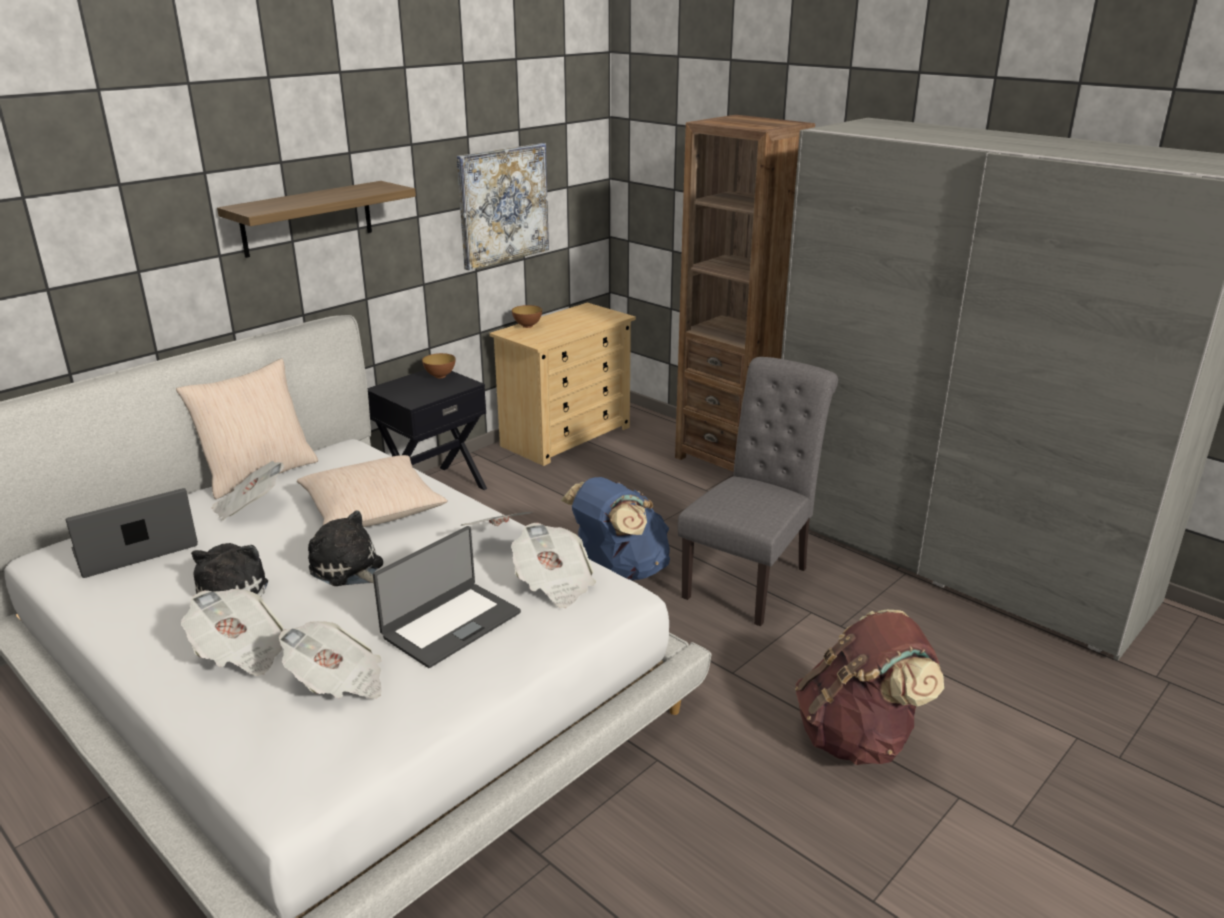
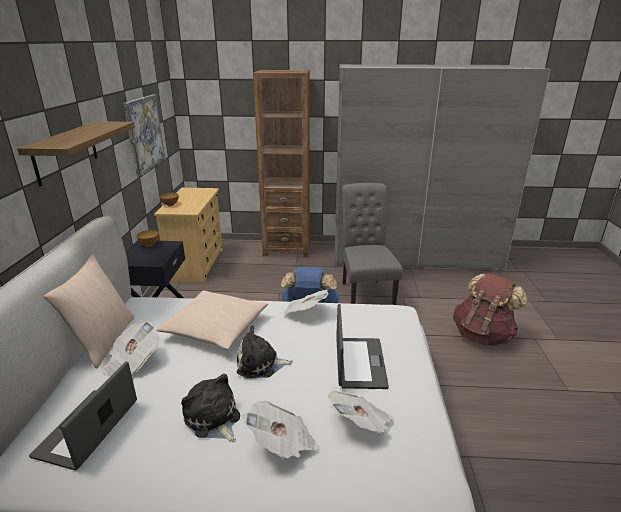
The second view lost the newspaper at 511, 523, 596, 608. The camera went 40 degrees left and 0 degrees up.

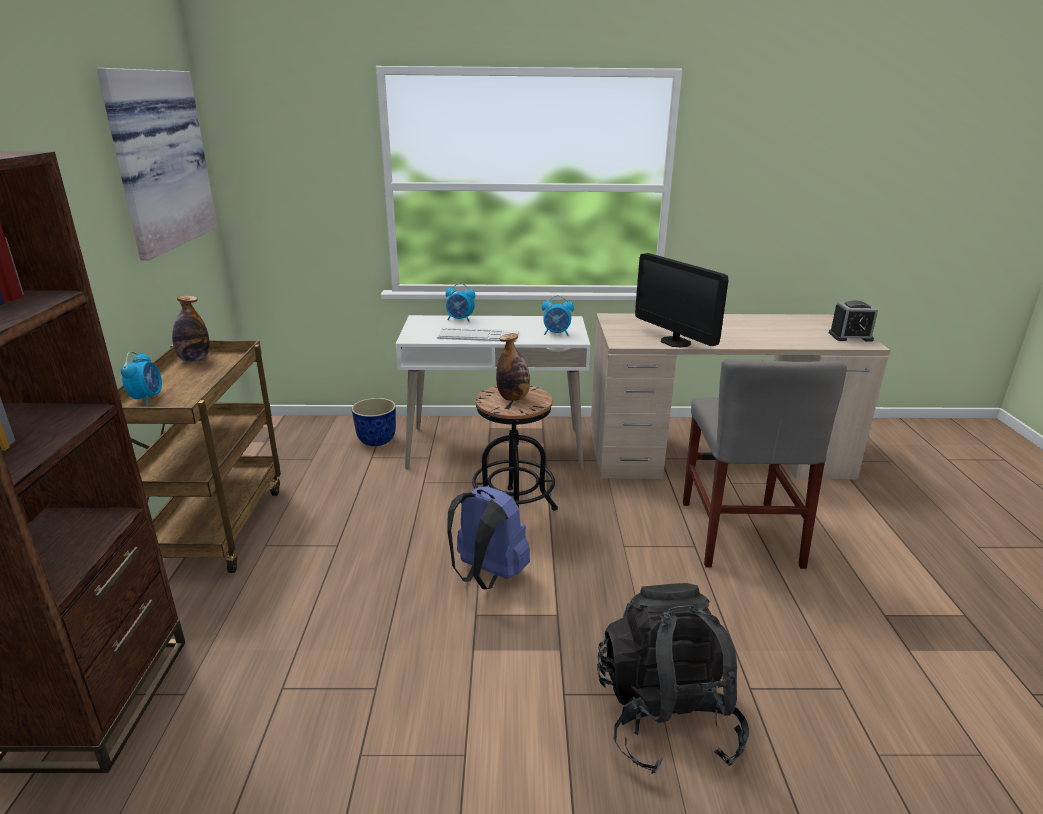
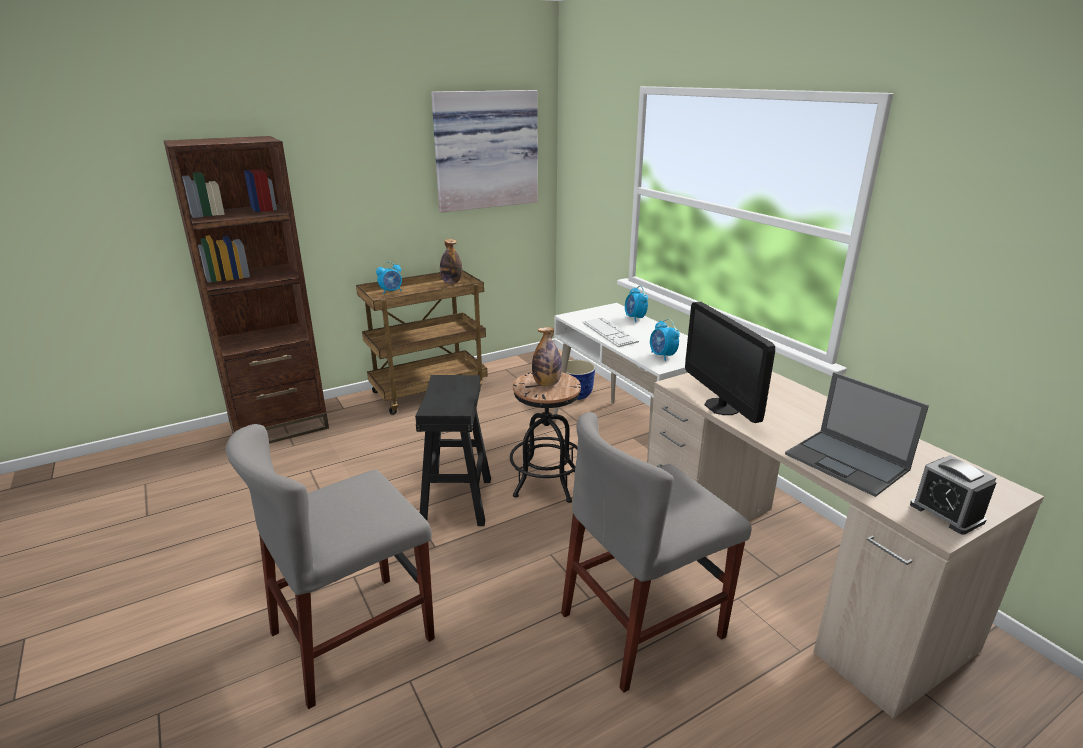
The computer screen at 635, 253, 729, 347 ended up facing another way, 45 degrees counterclockwise from before. Where the blue-coloured backpack stood at 447, 486, 530, 589, the black-coloured stool came to stand at 415, 375, 491, 526. Where the black-coloured backpack stood at 597, 583, 749, 774, the grey chair came to stand at 226, 424, 435, 709. The second view gained the portable computer at 785, 372, 929, 497. The camera went 60 degrees right and 0 degrees up.

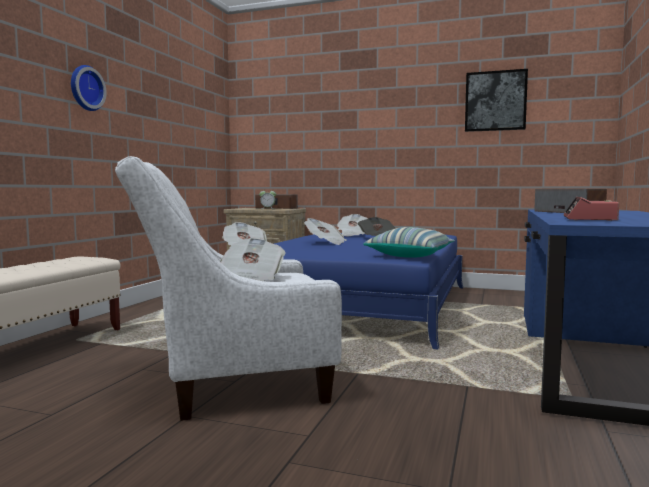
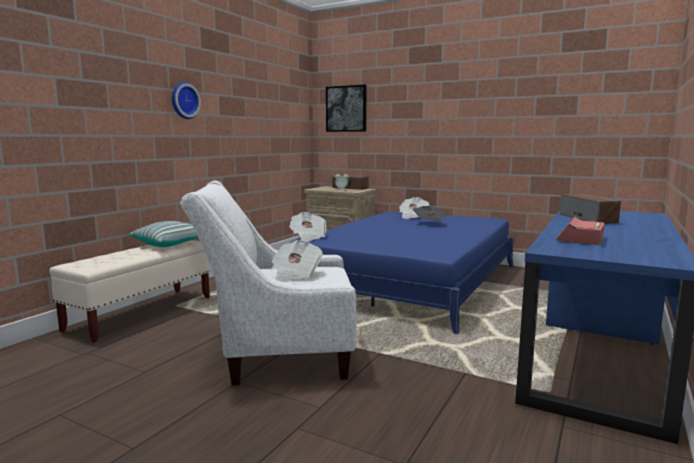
The picture ended up elsewhere, having gone from 465, 69, 528, 132 to 326, 85, 367, 132. The second view lost the newspaper at 304, 218, 347, 245. The throw pillow ended up elsewhere, having gone from 363, 227, 455, 258 to 129, 221, 198, 247. The camera went 10 degrees right and 5 degrees up.

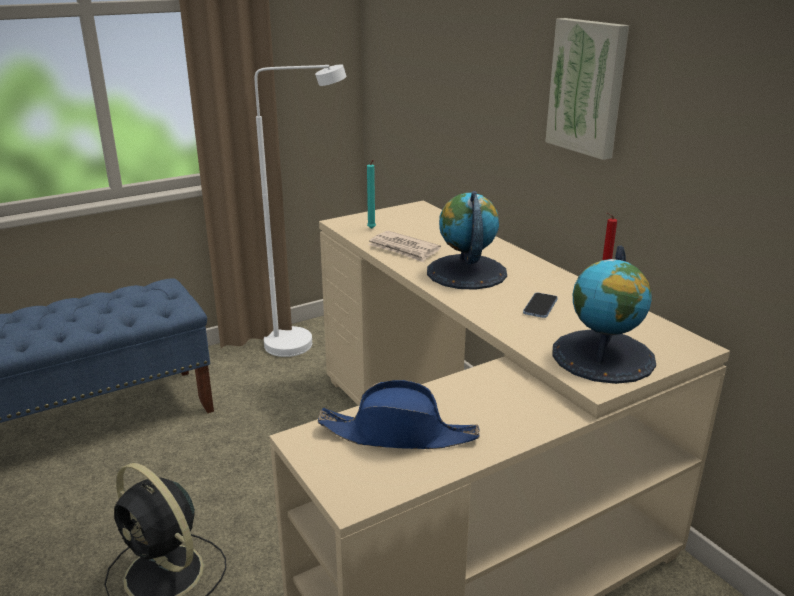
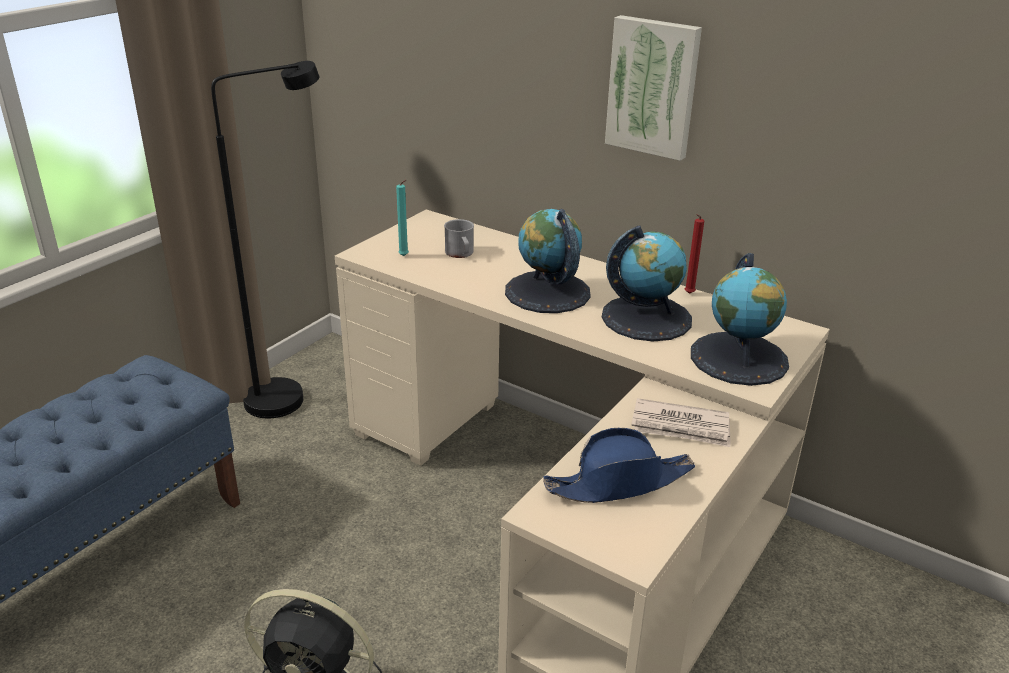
What was the white standing lamp at 255, 64, 346, 357 turned into the black-coloured standing lamp at 211, 61, 319, 418. The newspaper ended up elsewhere, having gone from 368, 231, 441, 262 to 631, 398, 730, 447. Where the handset stood at 523, 293, 558, 318, the globe came to stand at 602, 226, 692, 341. The second view gained the grey coffee mug at 444, 219, 474, 258. The camera went 25 degrees left and 5 degrees up.

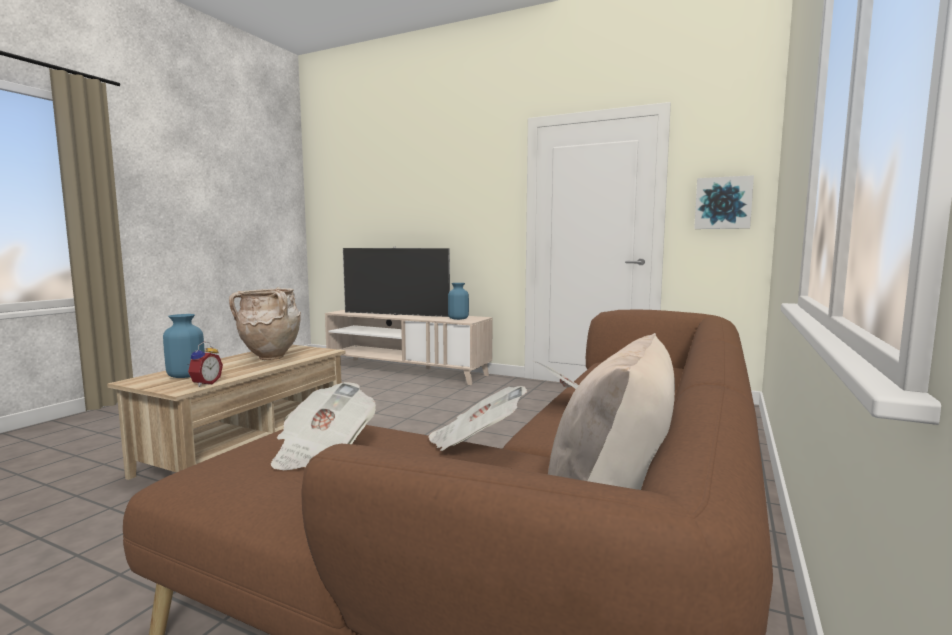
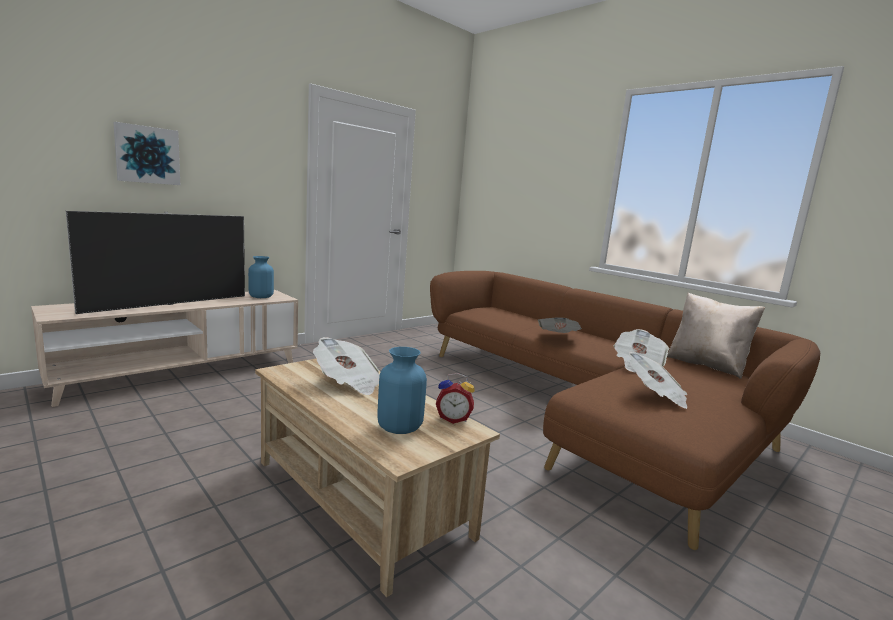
The picture ended up elsewhere, having gone from 694, 175, 754, 229 to 114, 122, 180, 185. Where the beige-coloured decorative vase stood at 229, 287, 301, 360, the newspaper came to stand at 313, 337, 380, 395. The alarm clock at 188, 342, 223, 387 ended up facing another way, 150 degrees clockwise from before. The camera went 70 degrees left and 5 degrees up.

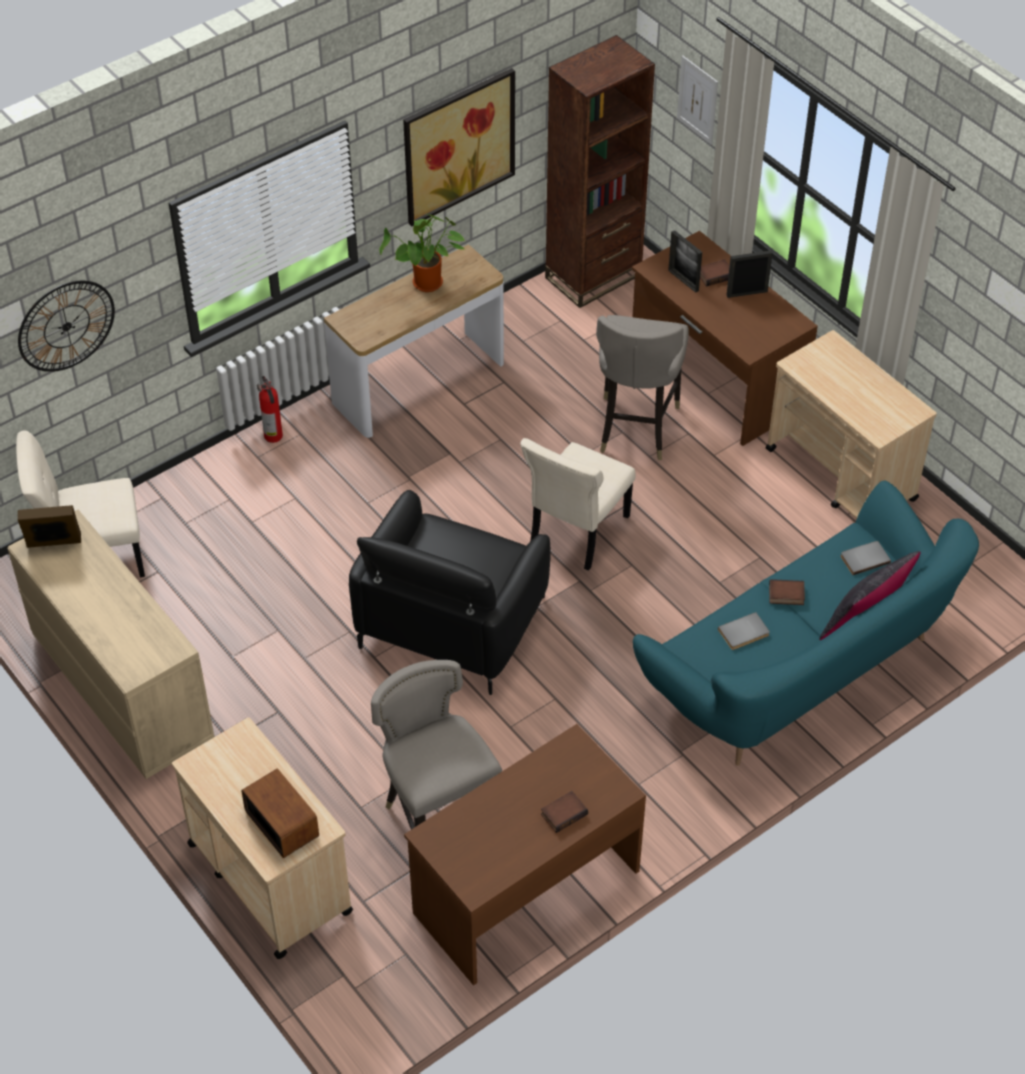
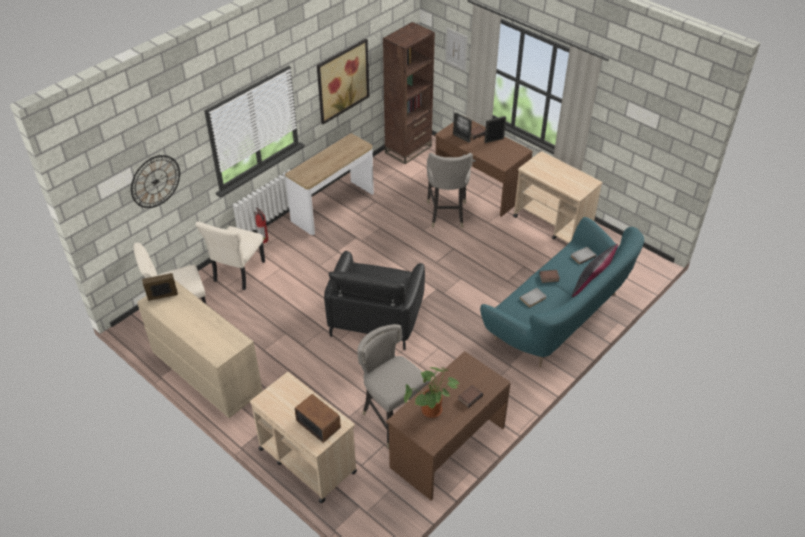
The potted plant ended up elsewhere, having gone from 379, 214, 465, 292 to 404, 367, 460, 418. The beige-coloured chair ended up elsewhere, having gone from 520, 438, 636, 571 to 195, 222, 265, 290. The camera went 10 degrees left and 5 degrees down.

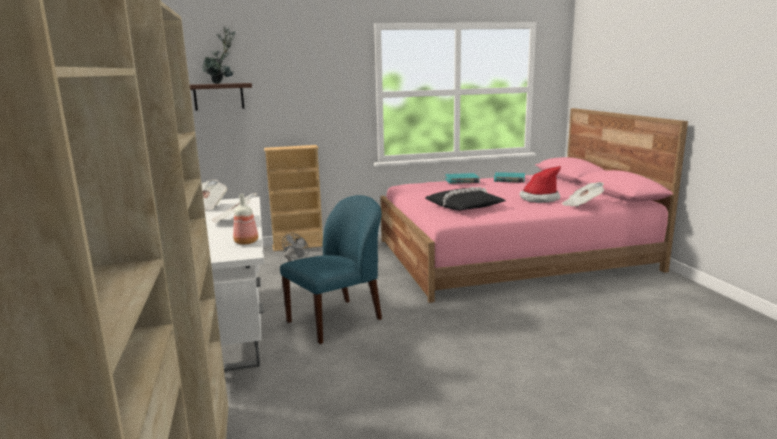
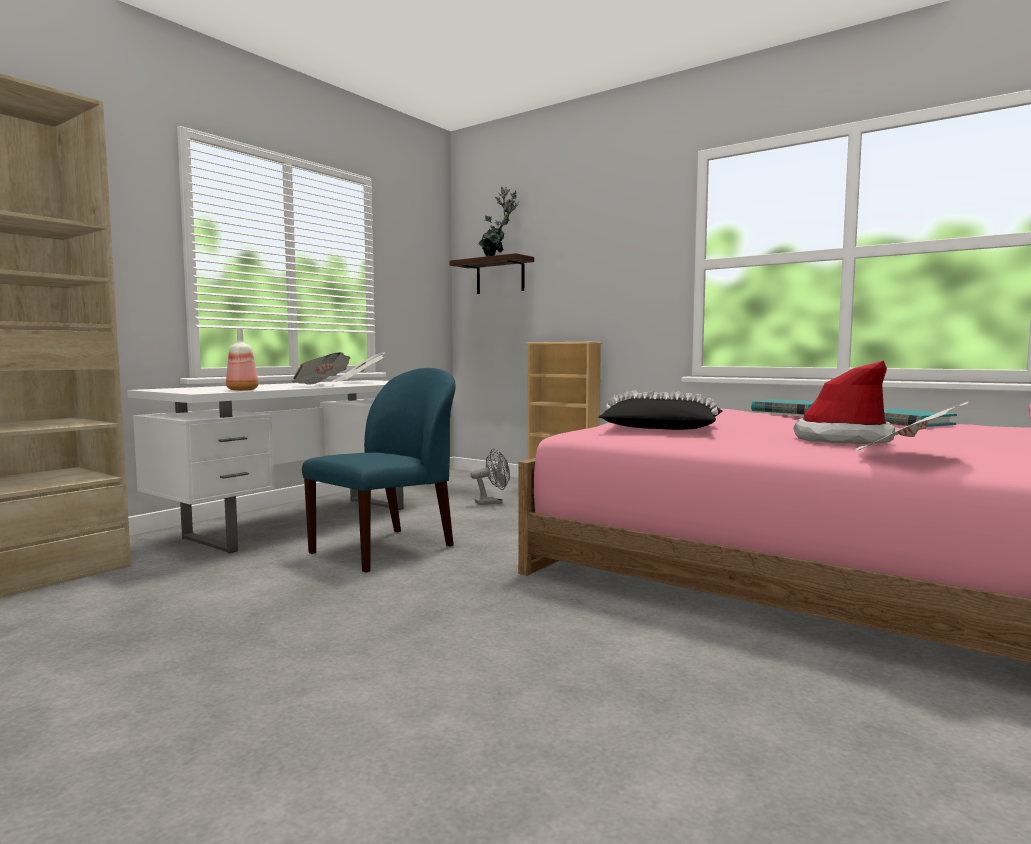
The blue-coloured chair at 280, 195, 382, 344 ended up facing another way, 60 degrees counterclockwise from before. The camera went 50 degrees right and 10 degrees down.

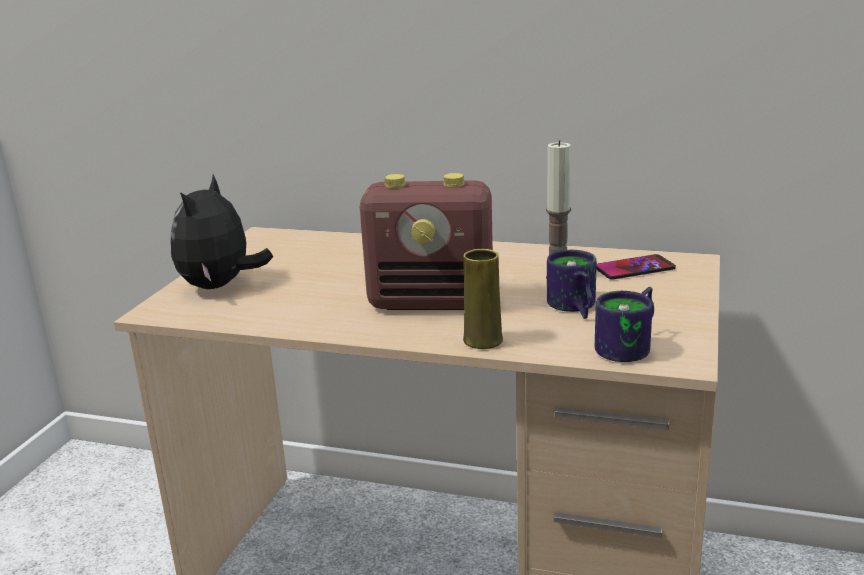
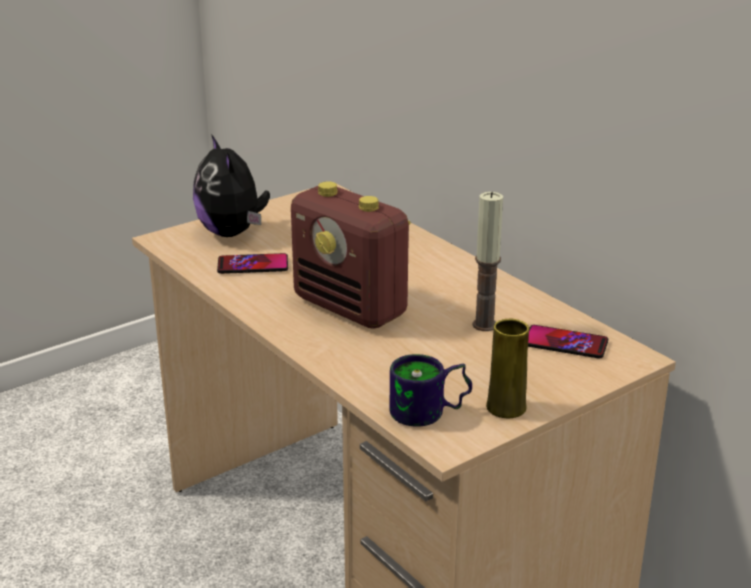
The cuddly toy at 171, 175, 273, 289 ended up facing another way, 75 degrees counterclockwise from before. The yellow-coloured decorative vase ended up elsewhere, having gone from 463, 249, 503, 349 to 486, 319, 529, 418. The second view lost the coffee mug at 547, 250, 597, 319. The second view gained the handset at 217, 253, 288, 274. The camera went 35 degrees right and 5 degrees up.

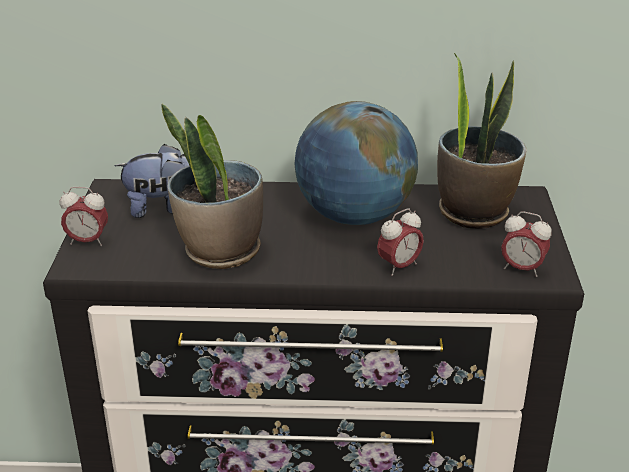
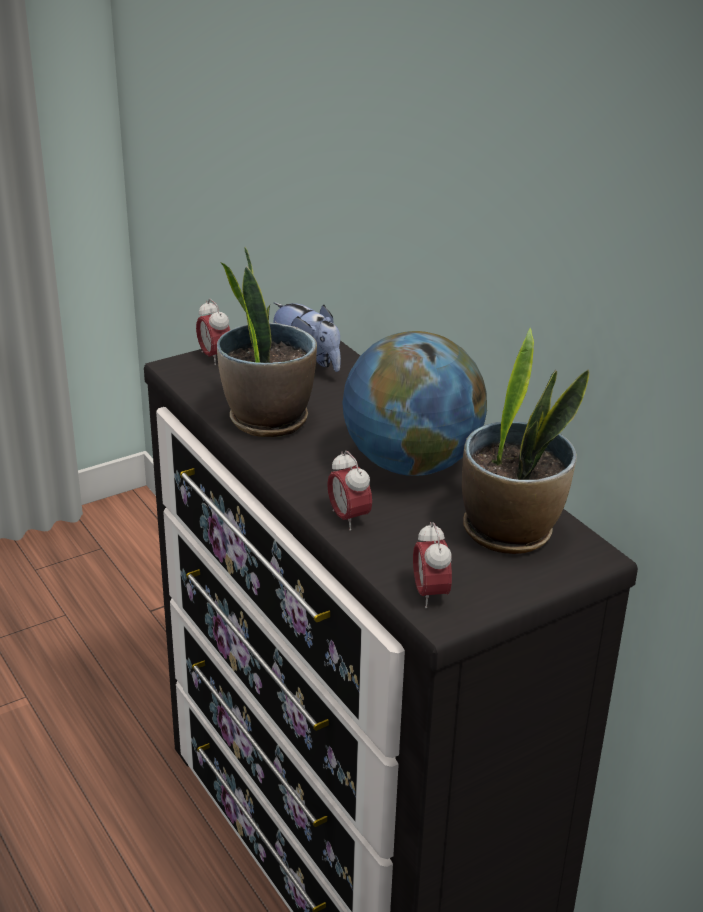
The alarm clock at 377, 209, 424, 276 ended up facing another way, 45 degrees clockwise from before. The camera went 55 degrees right and 0 degrees up.

